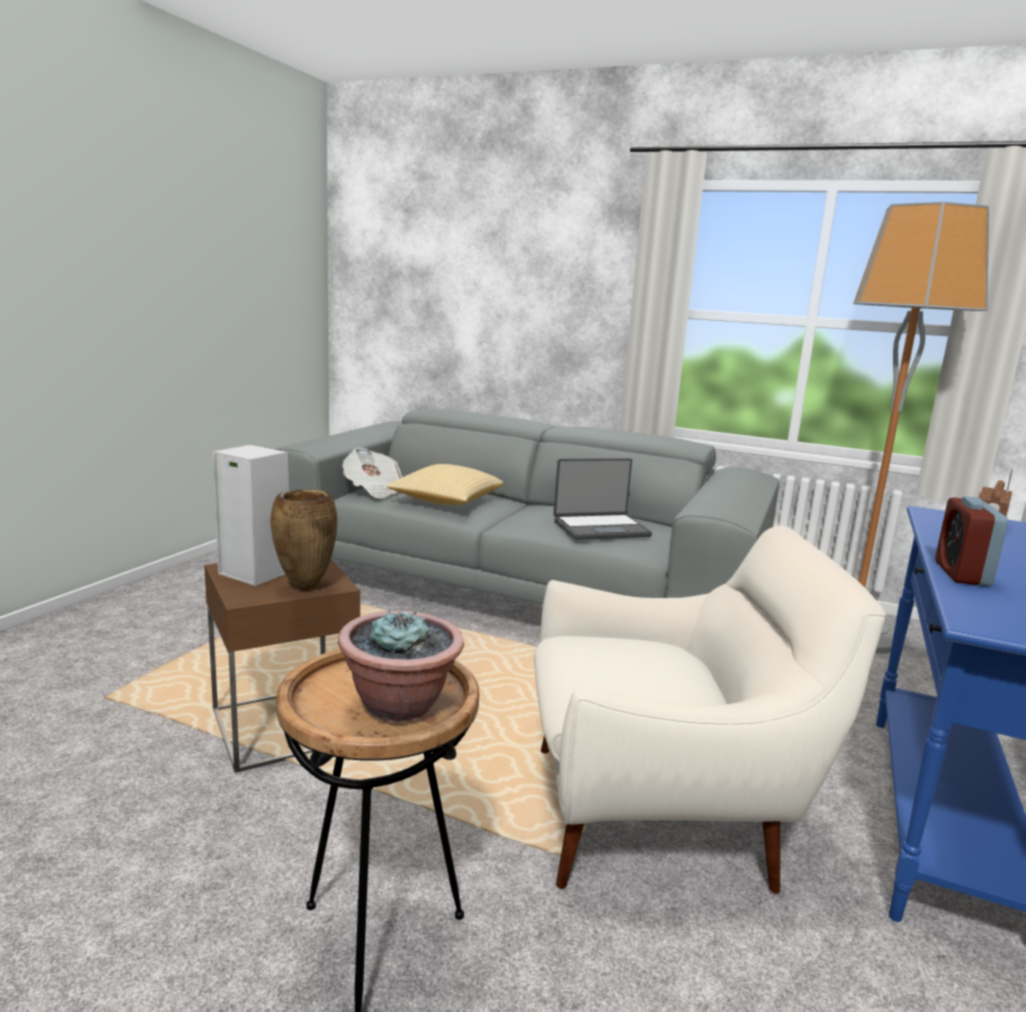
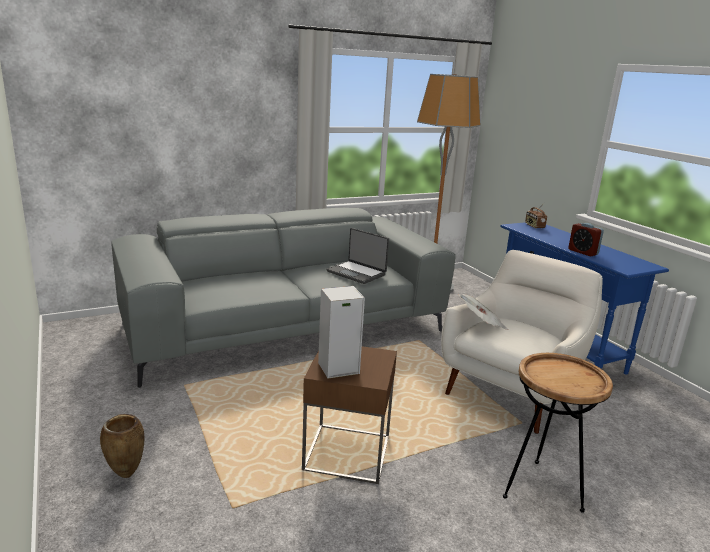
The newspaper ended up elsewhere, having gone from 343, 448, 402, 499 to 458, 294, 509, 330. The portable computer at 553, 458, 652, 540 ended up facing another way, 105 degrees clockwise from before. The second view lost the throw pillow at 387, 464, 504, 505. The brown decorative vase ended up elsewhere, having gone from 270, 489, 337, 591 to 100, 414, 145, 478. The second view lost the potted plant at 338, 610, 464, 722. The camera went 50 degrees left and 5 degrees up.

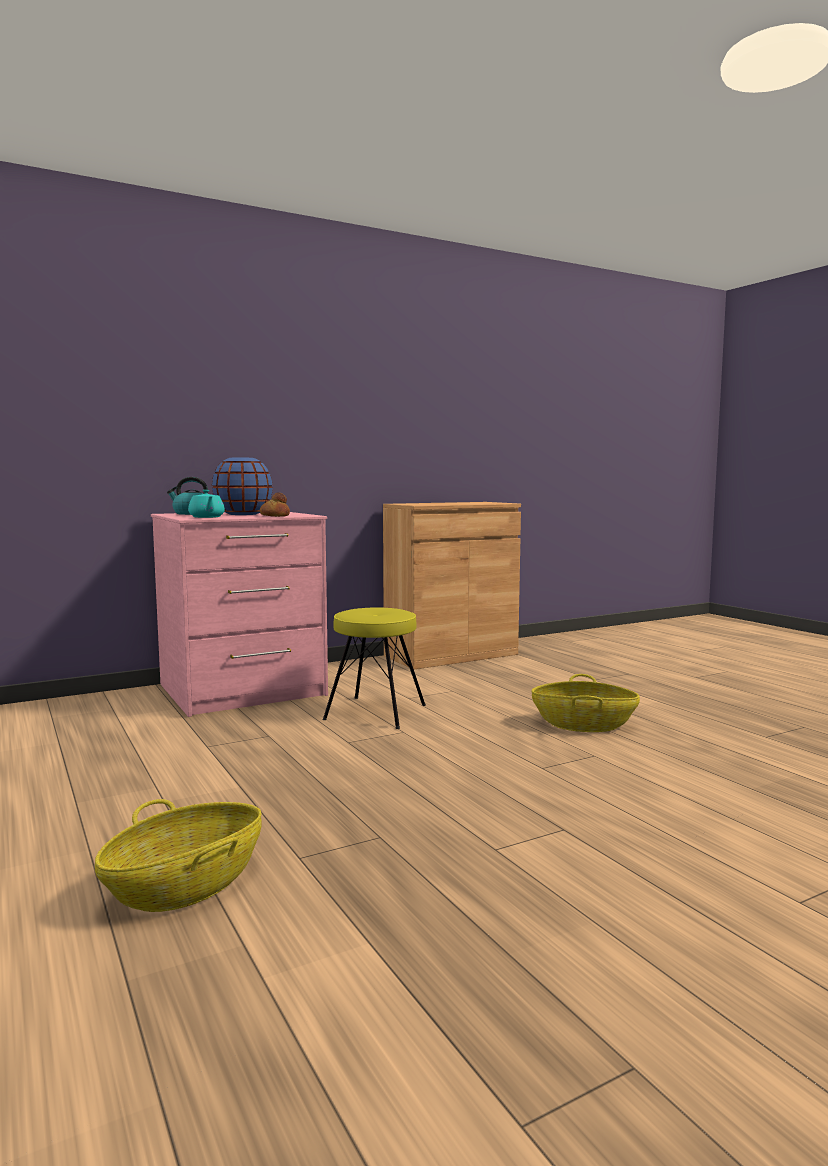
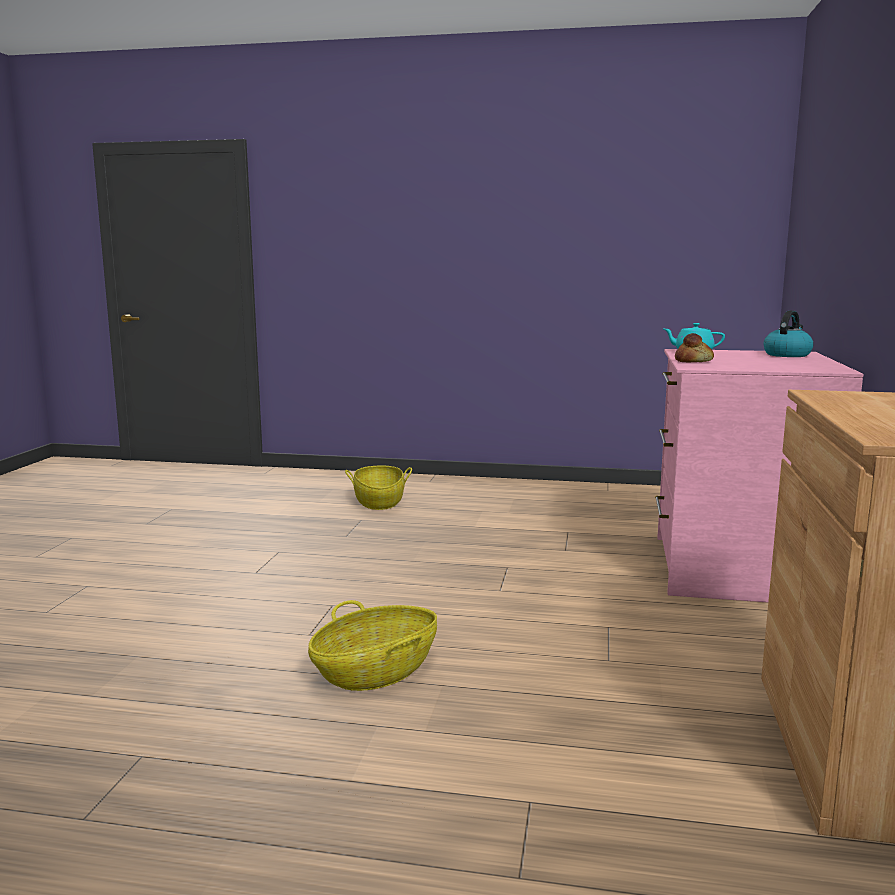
The second view lost the blue-coloured decorative vase at 212, 458, 273, 515. The second view lost the yellow-coloured stool at 323, 607, 426, 729. The camera went 130 degrees right and 5 degrees up.

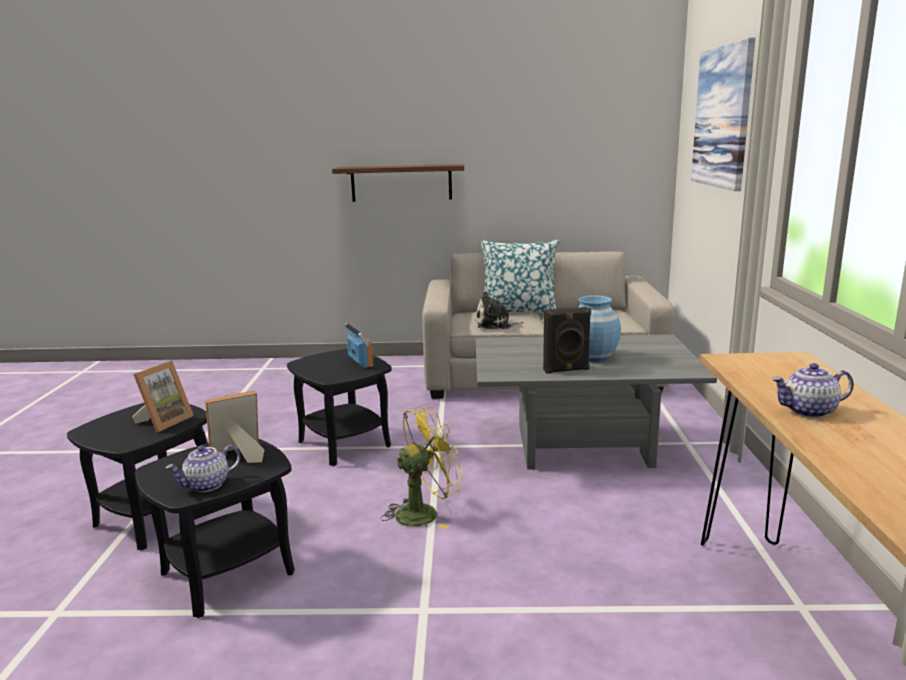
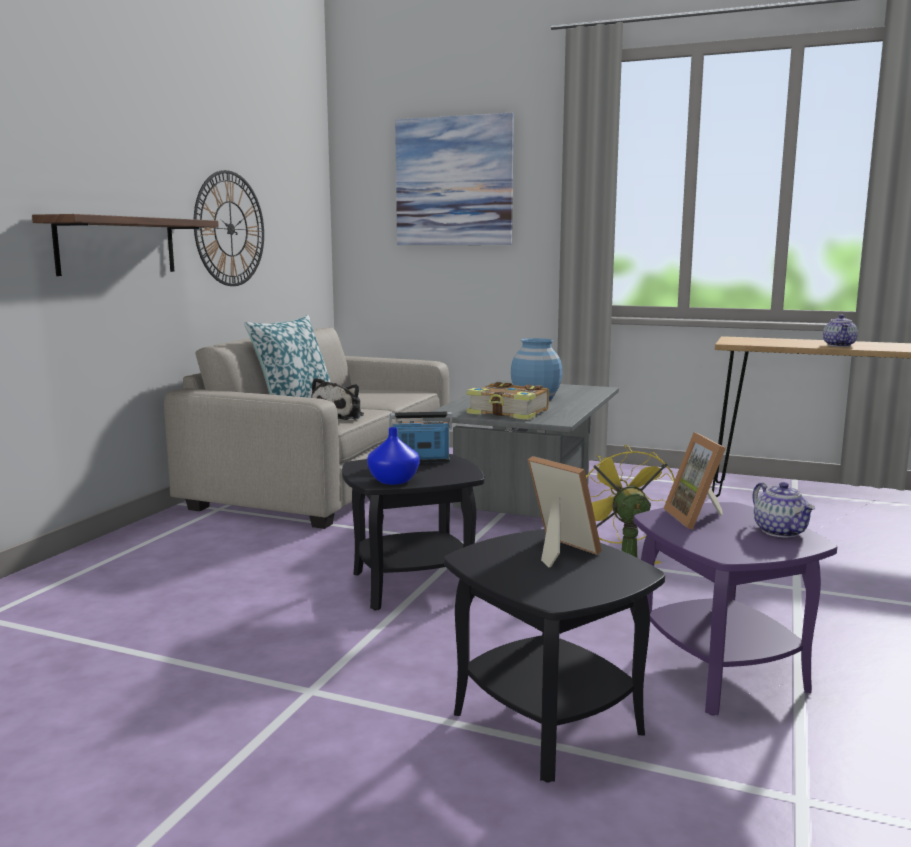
The second view lost the black-coloured speaker at 543, 307, 591, 374. What was the black-coloured accent table at 135, 439, 295, 618 turned into the purplish accent table at 633, 502, 837, 716. The second view gained the hanging clock at 194, 170, 264, 286. The second view gained the volume at 467, 382, 549, 420. The second view gained the blue-coloured decorative vase at 367, 427, 419, 485. The camera went 70 degrees left and 5 degrees down.

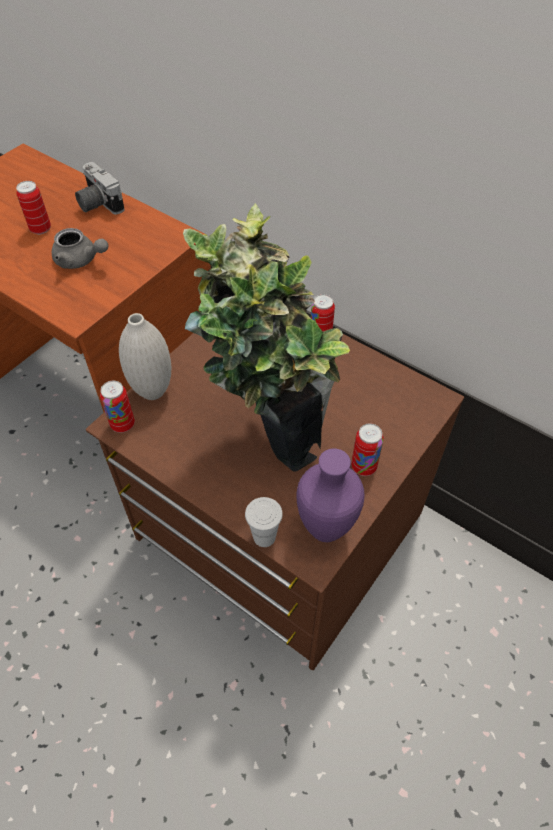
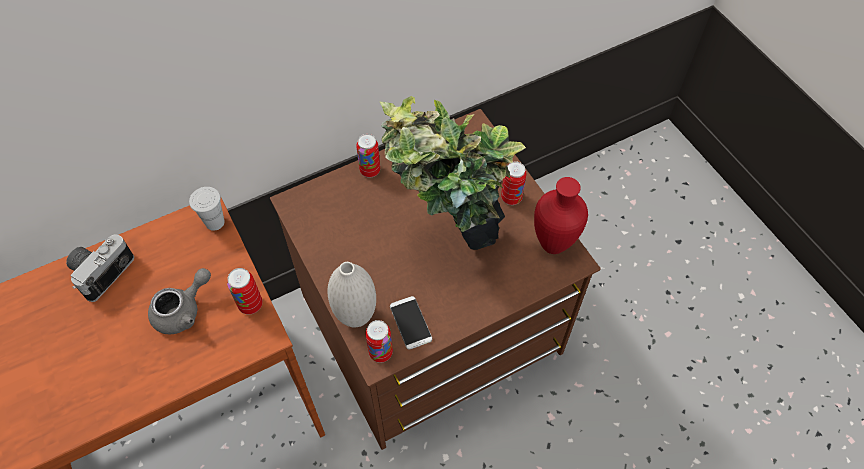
The still camera at 75, 162, 125, 215 ended up facing another way, 135 degrees clockwise from before. The metal can ended up elsewhere, having gone from 16, 181, 51, 234 to 227, 268, 263, 315. What was the purplish decorative vase at 297, 448, 365, 542 turned into the reddish decorative vase at 534, 177, 588, 254. The white cup ended up elsewhere, having gone from 245, 497, 283, 547 to 189, 187, 225, 231. The second view gained the handset at 390, 296, 432, 349. The camera went 65 degrees left and 5 degrees up.

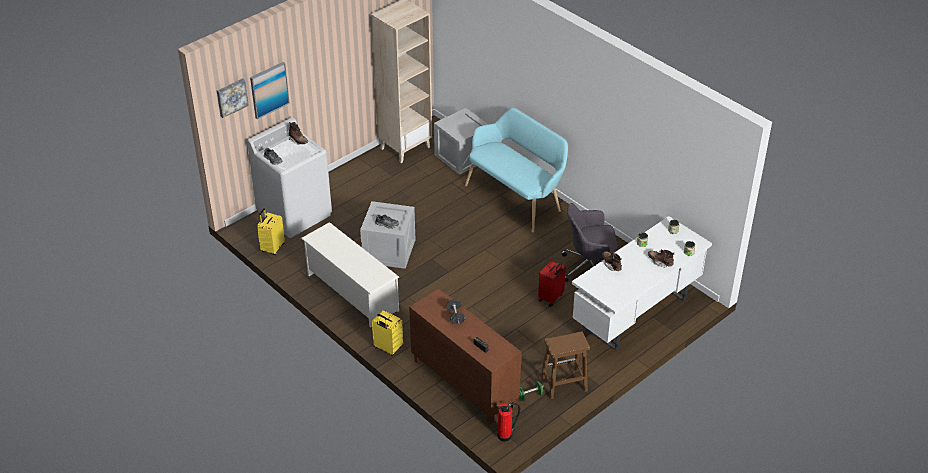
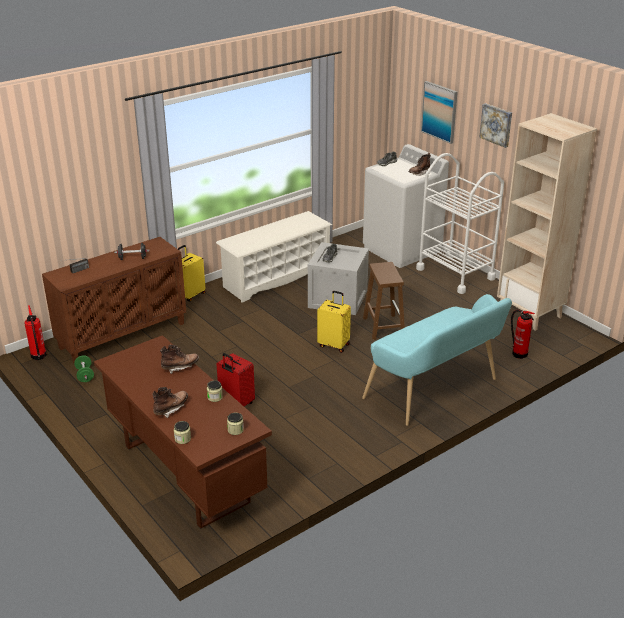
The picture ended up elsewhere, having gone from 217, 78, 249, 118 to 479, 103, 512, 148. Where the shipping crate stood at 434, 108, 488, 175, the extinguisher came to stand at 511, 310, 535, 359. The second view lost the grey computer chair at 562, 203, 618, 282. The yellow-coloured travel case ended up elsewhere, having gone from 257, 208, 285, 255 to 317, 291, 351, 353. What was the white desk unit at 572, 216, 712, 351 turned into the brown desk unit at 94, 335, 272, 529. The brown stool ended up elsewhere, having gone from 540, 331, 590, 399 to 363, 262, 405, 340. The second view gained the white cart at 416, 153, 504, 294. The camera went 95 degrees right and 10 degrees down.

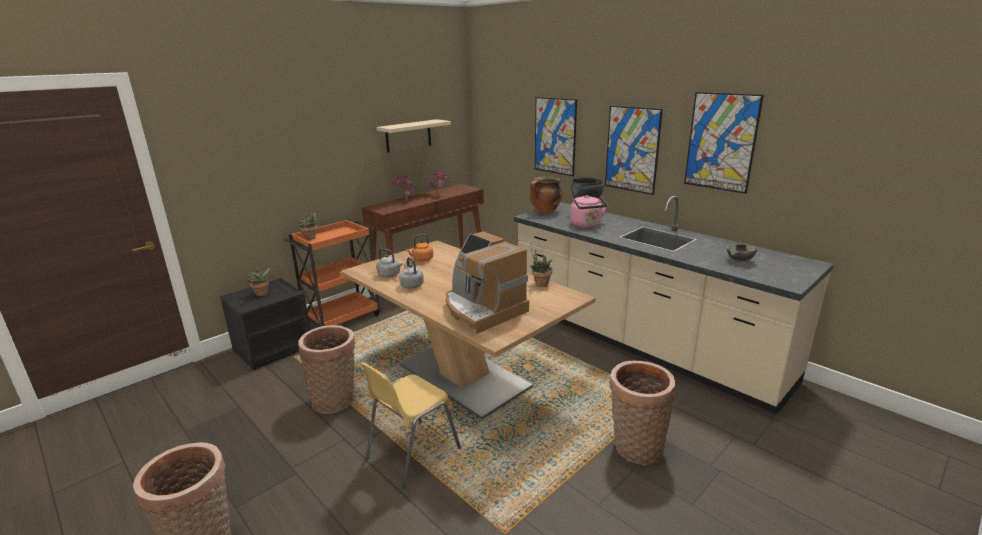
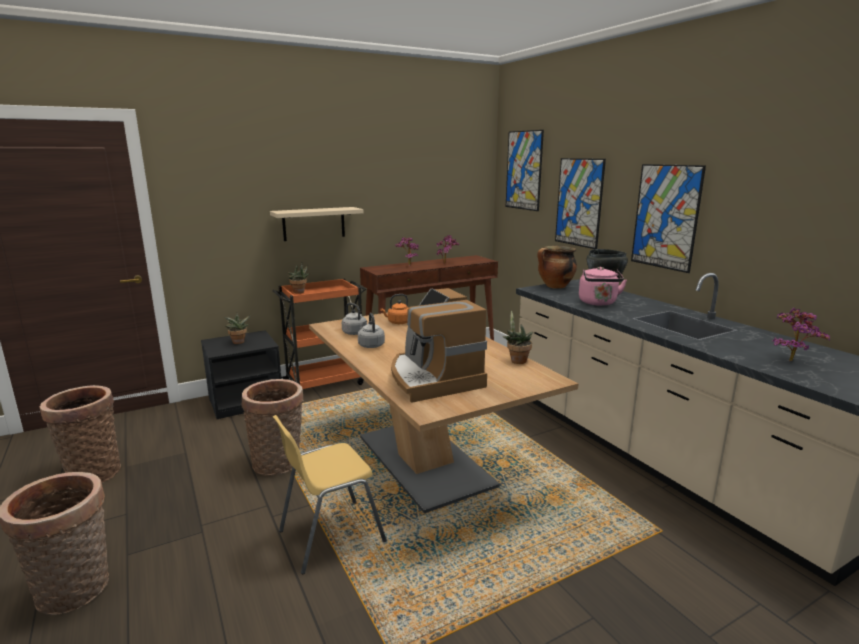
The picture ended up elsewhere, having gone from 684, 92, 764, 194 to 506, 130, 544, 211. The beige-coloured shelf ended up elsewhere, having gone from 376, 119, 451, 153 to 270, 207, 364, 241. Where the deep dish stood at 727, 244, 757, 262, the potted plant came to stand at 772, 308, 830, 361. The basket ended up elsewhere, having gone from 610, 361, 676, 465 to 40, 385, 121, 483. The camera went 15 degrees right and 5 degrees down.

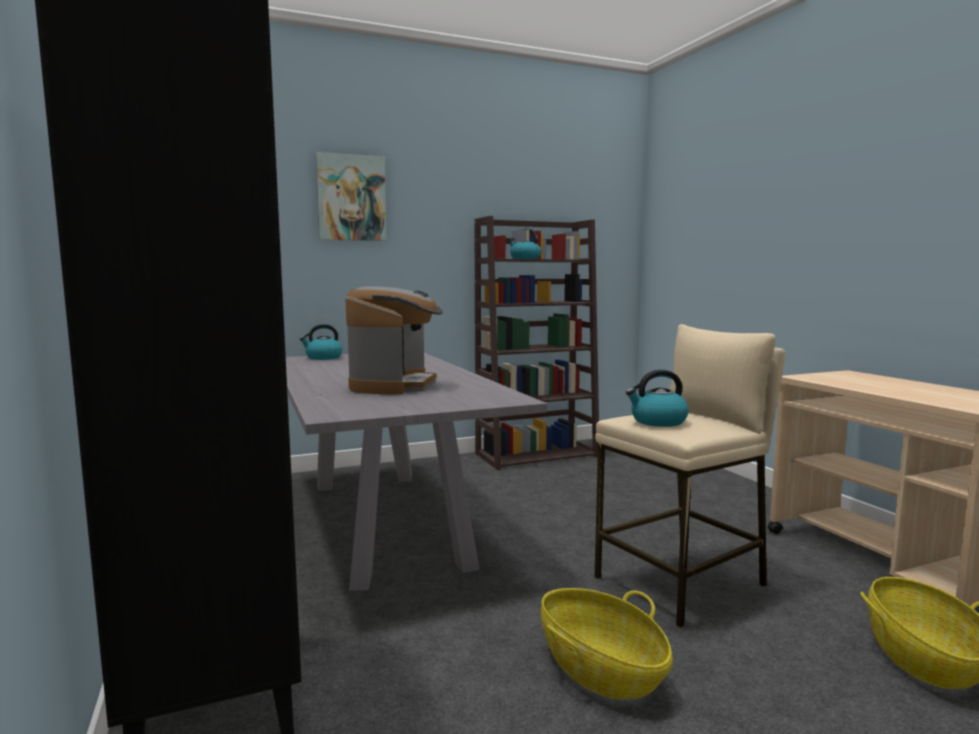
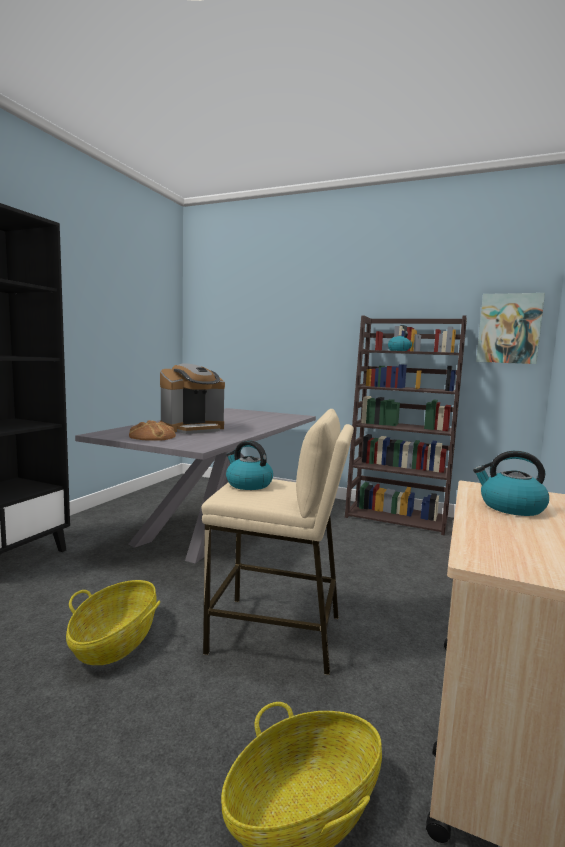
The picture ended up elsewhere, having gone from 316, 152, 387, 241 to 476, 293, 545, 364. The water kettle ended up elsewhere, having gone from 300, 324, 342, 360 to 473, 451, 549, 516. The second view gained the bread at 129, 420, 176, 441. The camera went 45 degrees right and 0 degrees up.

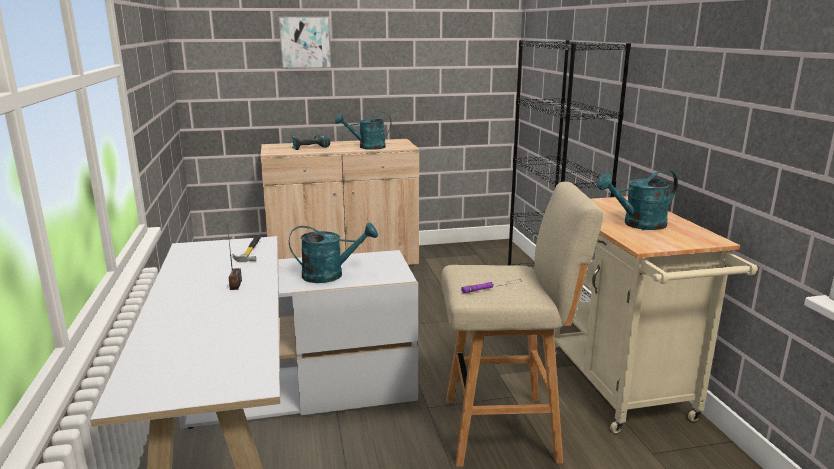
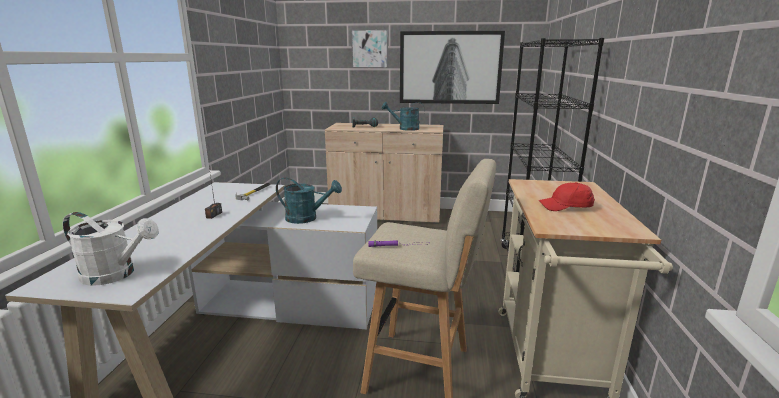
Where the turquoise-coloured watering can stood at 596, 169, 678, 230, the reddish cap came to stand at 539, 182, 595, 211. The second view gained the picture at 400, 31, 505, 104. The second view gained the white watering can at 63, 212, 159, 286. The camera went 20 degrees right and 0 degrees up.

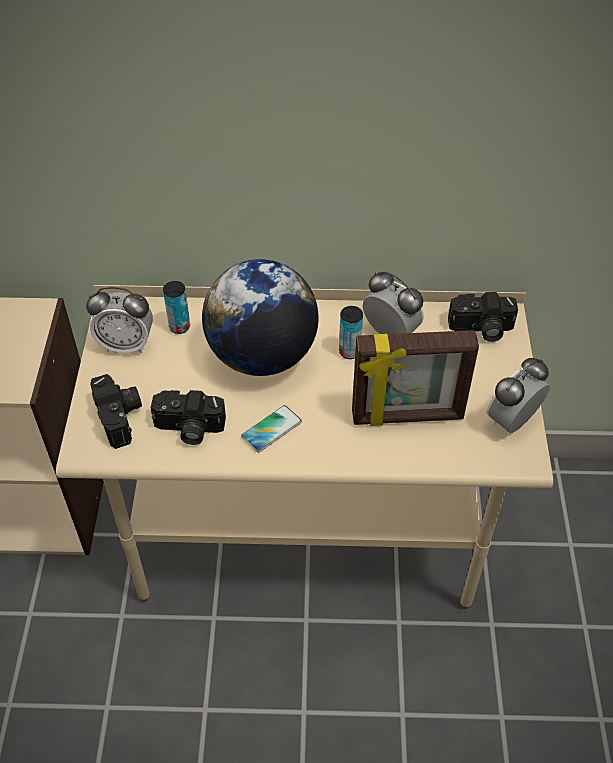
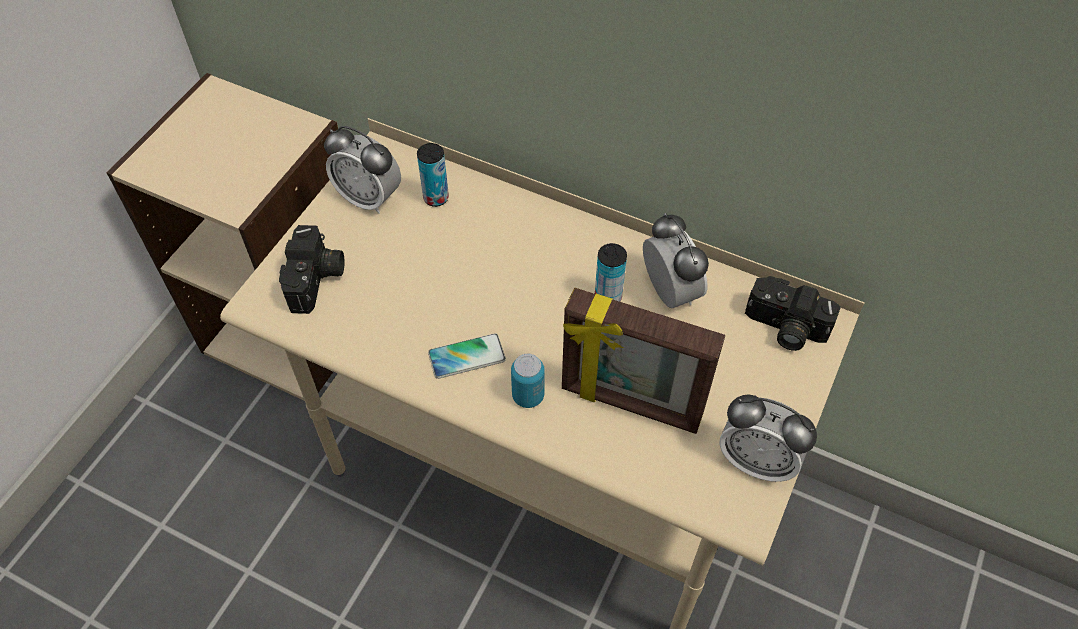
The second view lost the globe at 202, 259, 319, 376. The alarm clock at 486, 358, 550, 433 ended up facing another way, 135 degrees counterclockwise from before. The second view lost the still camera at 151, 390, 226, 445. The second view gained the metal can at 511, 354, 545, 408. The camera went 25 degrees right and 5 degrees up.

